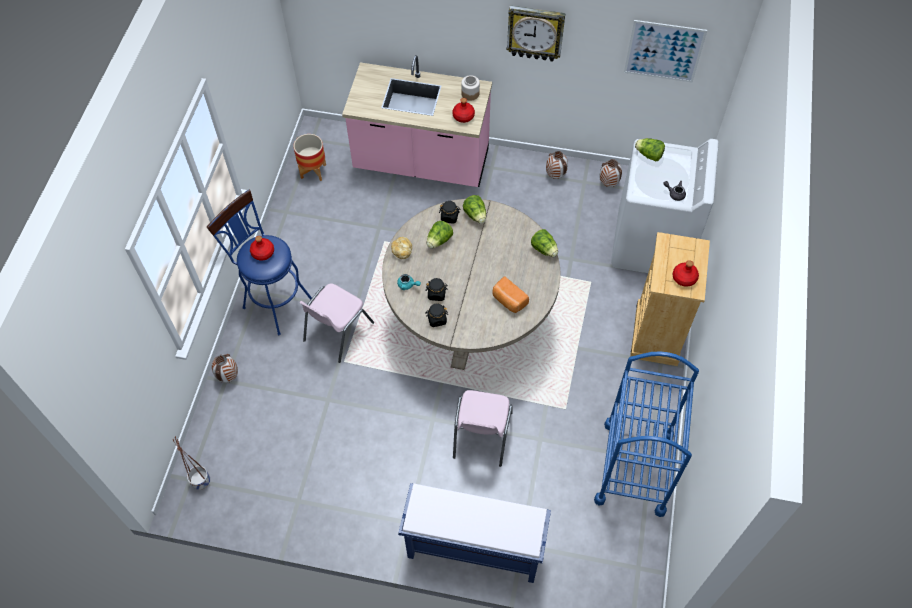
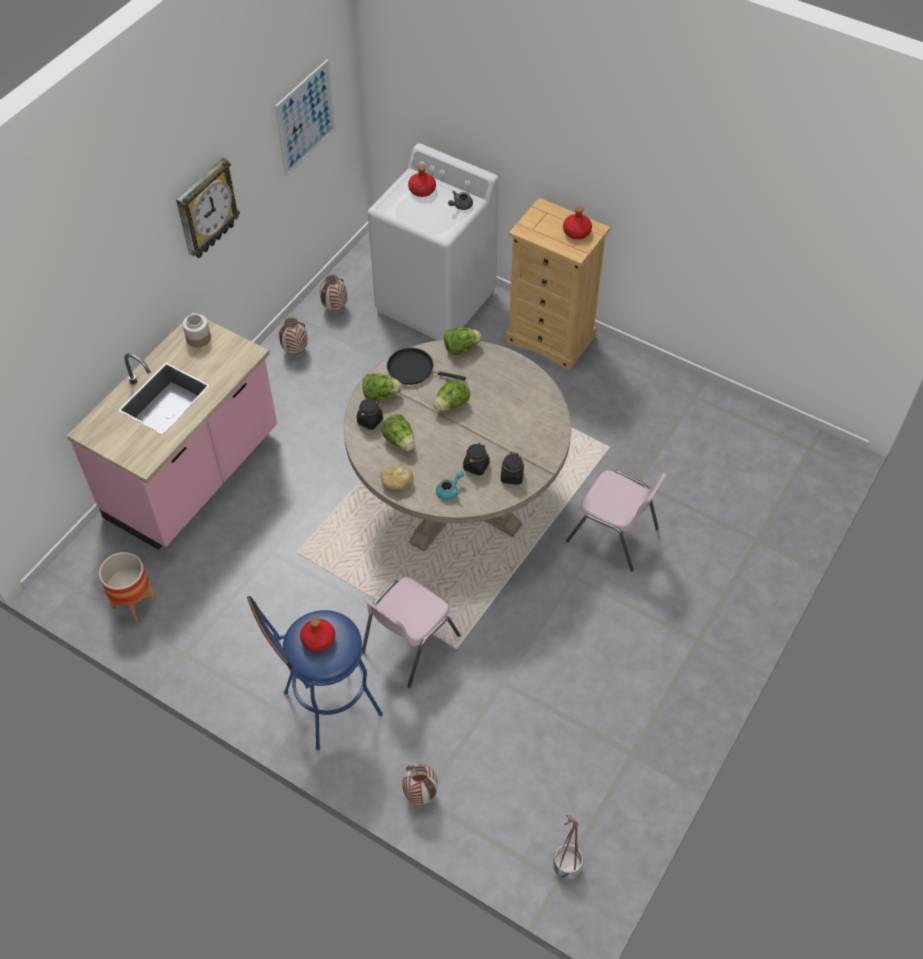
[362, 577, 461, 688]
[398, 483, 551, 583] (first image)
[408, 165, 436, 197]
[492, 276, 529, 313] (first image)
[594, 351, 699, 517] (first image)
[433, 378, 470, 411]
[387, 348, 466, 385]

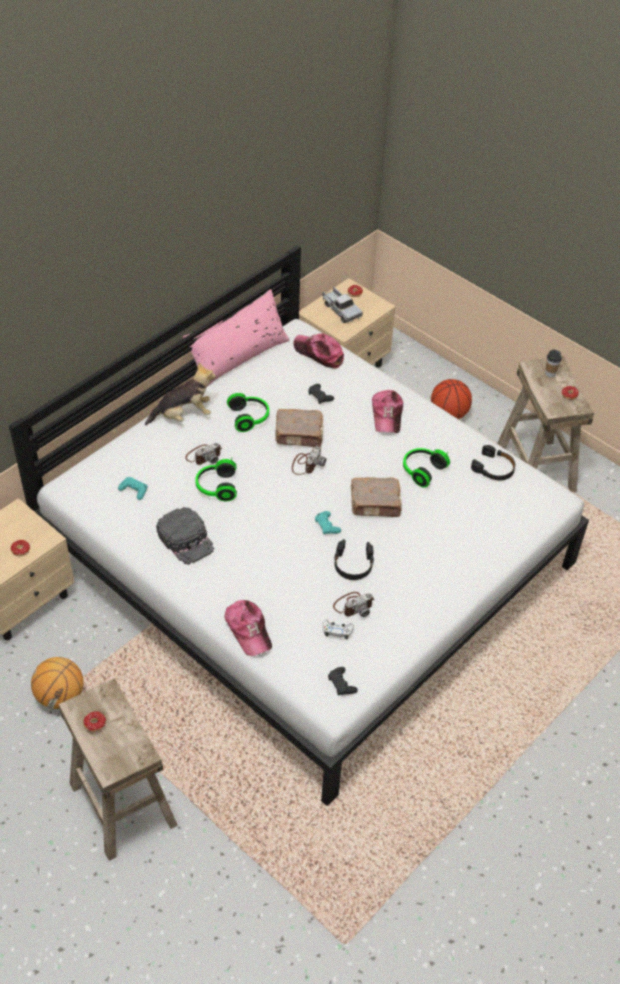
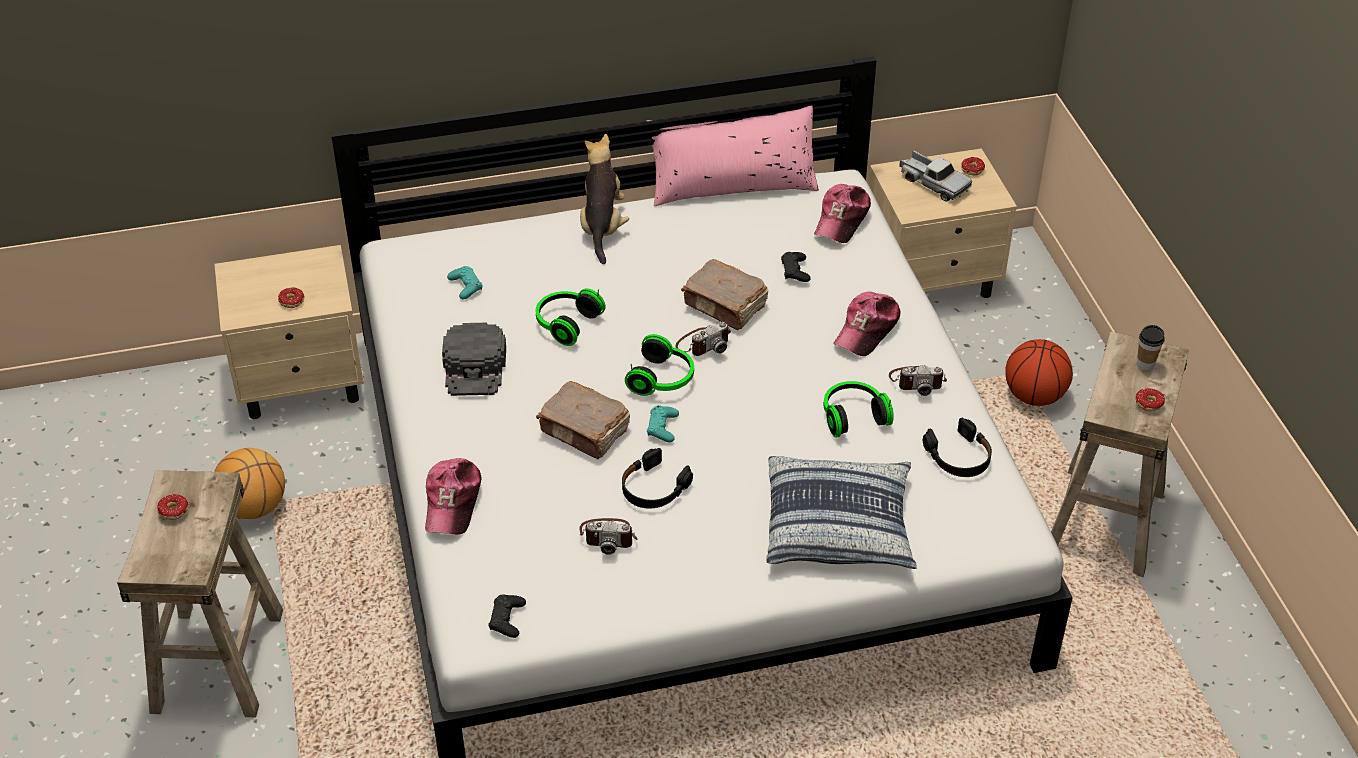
[580, 134, 629, 264]
[889, 365, 947, 396]
[625, 334, 694, 396]
[814, 184, 871, 243]
[899, 150, 972, 202]
[322, 620, 354, 639] (first image)
[536, 381, 630, 459]
[766, 456, 917, 569]

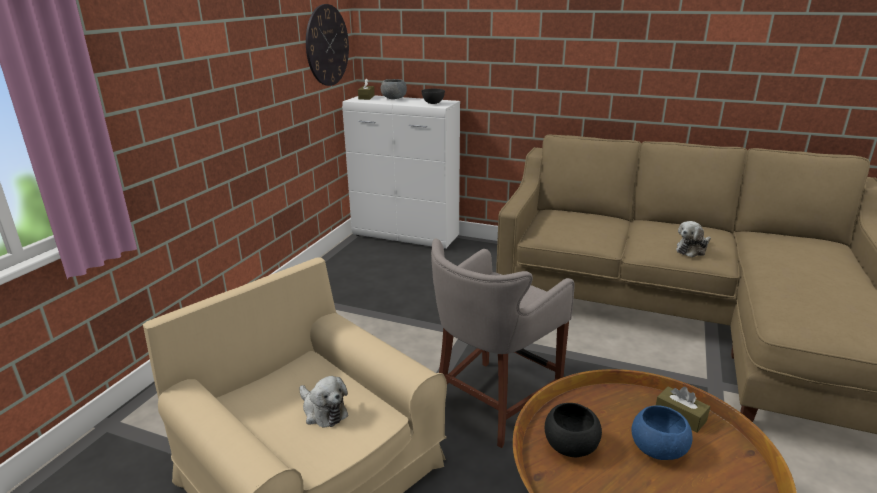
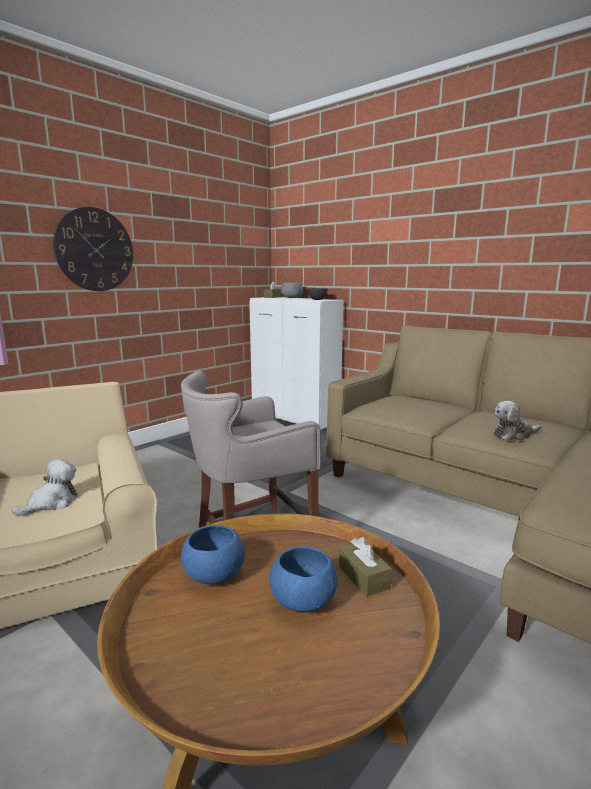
[12, 459, 77, 516]
[53, 207, 133, 291]
[181, 525, 245, 584]

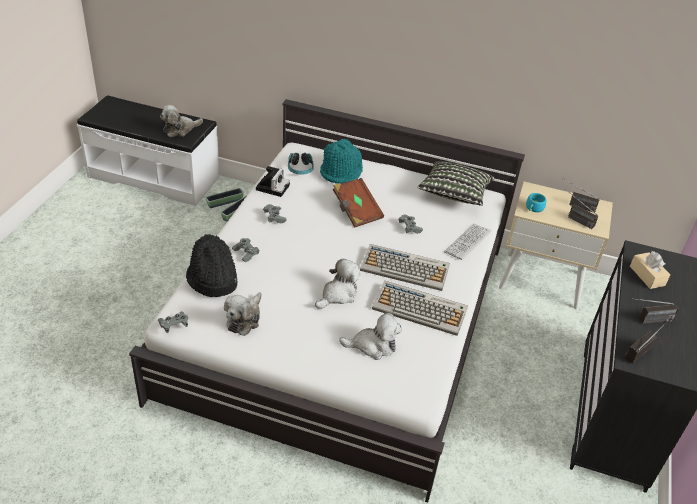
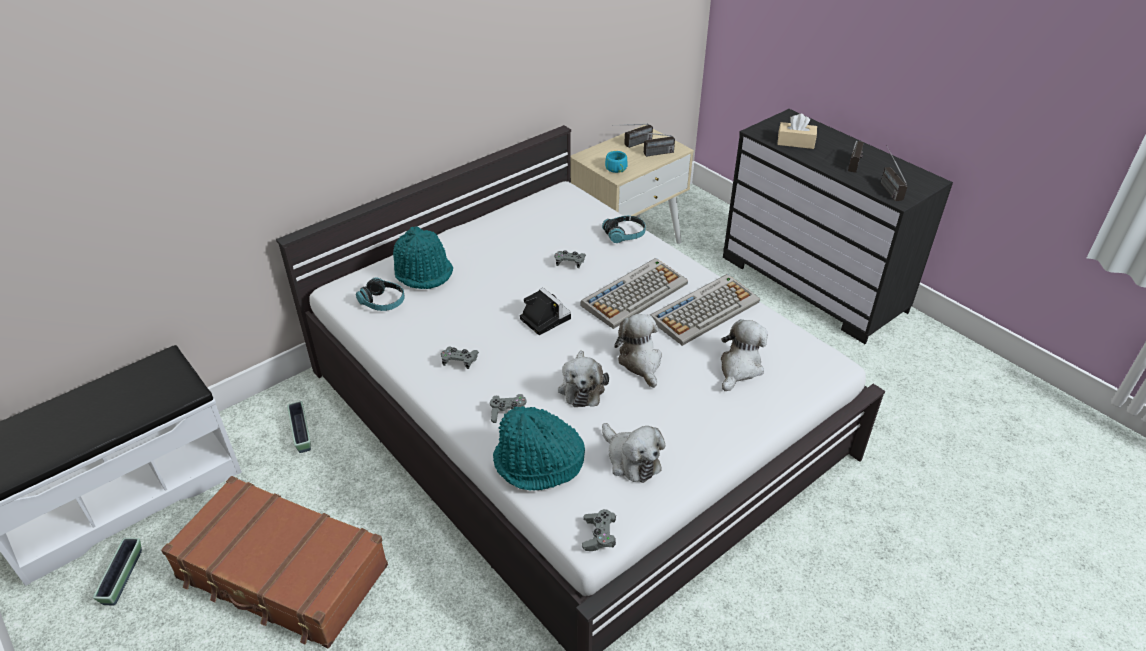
[558, 350, 609, 407]
[493, 406, 585, 490]
[93, 538, 142, 605]
[520, 288, 571, 335]
[333, 178, 384, 228] (first image)
[417, 161, 494, 206] (first image)
[602, 216, 646, 243]
[161, 476, 388, 648]

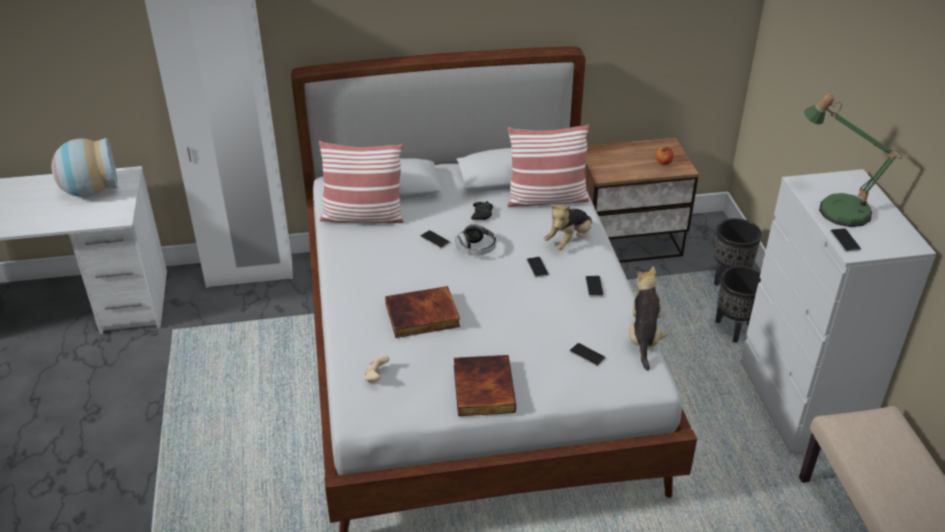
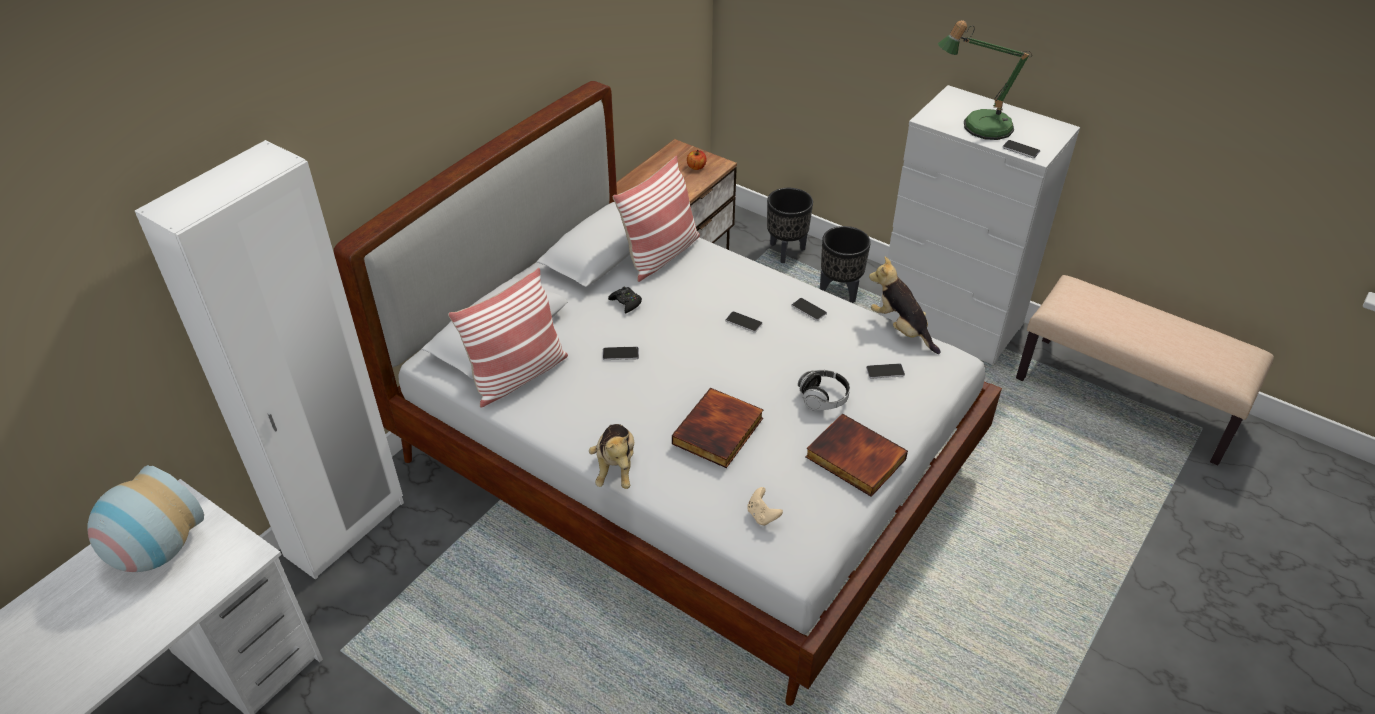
[798, 370, 850, 411]
[589, 424, 634, 489]

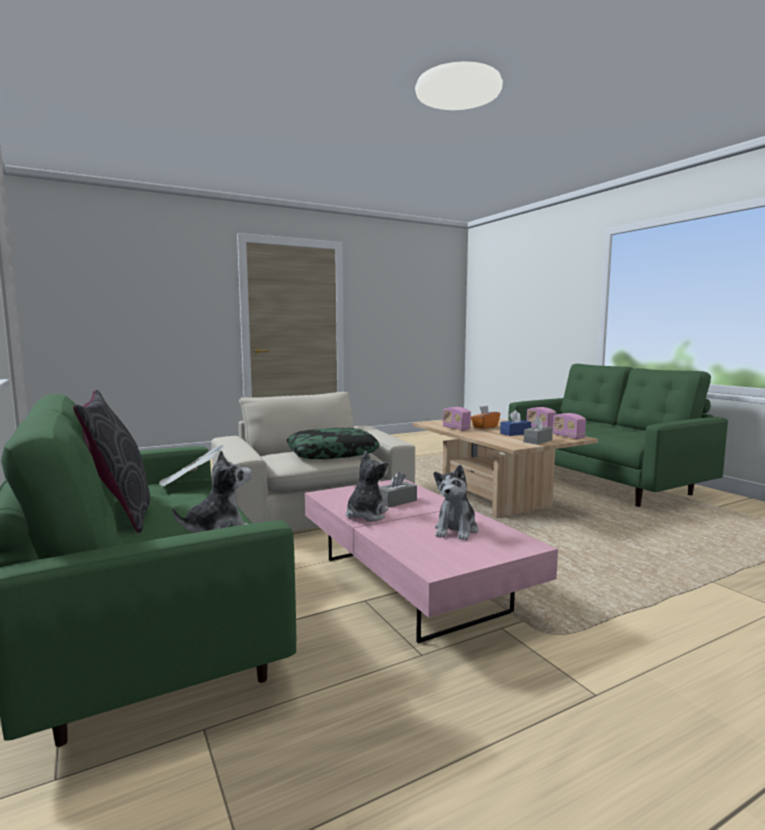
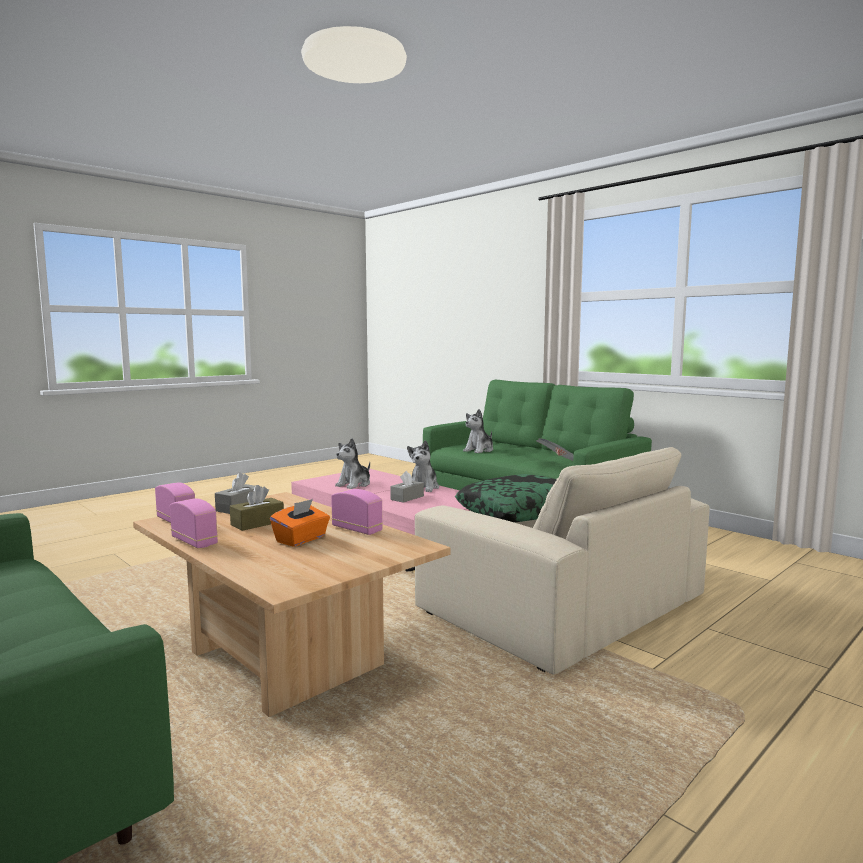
[73, 390, 151, 533] (first image)
[335, 438, 370, 489]
[230, 485, 284, 531]

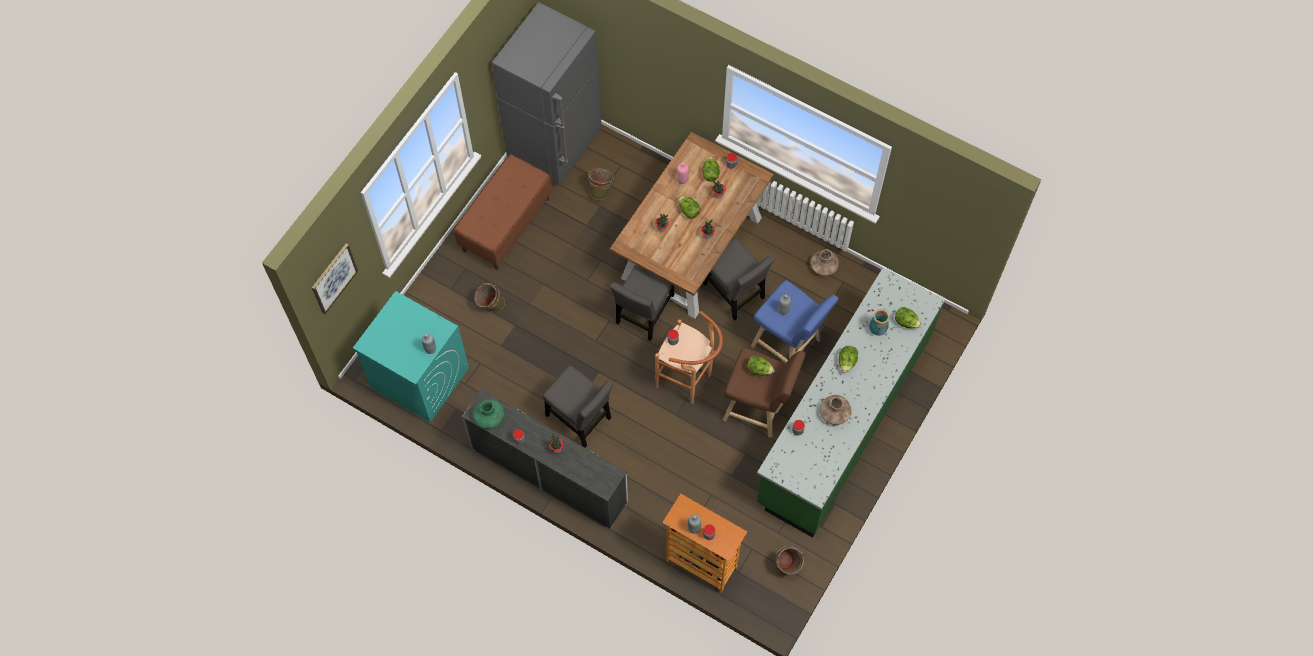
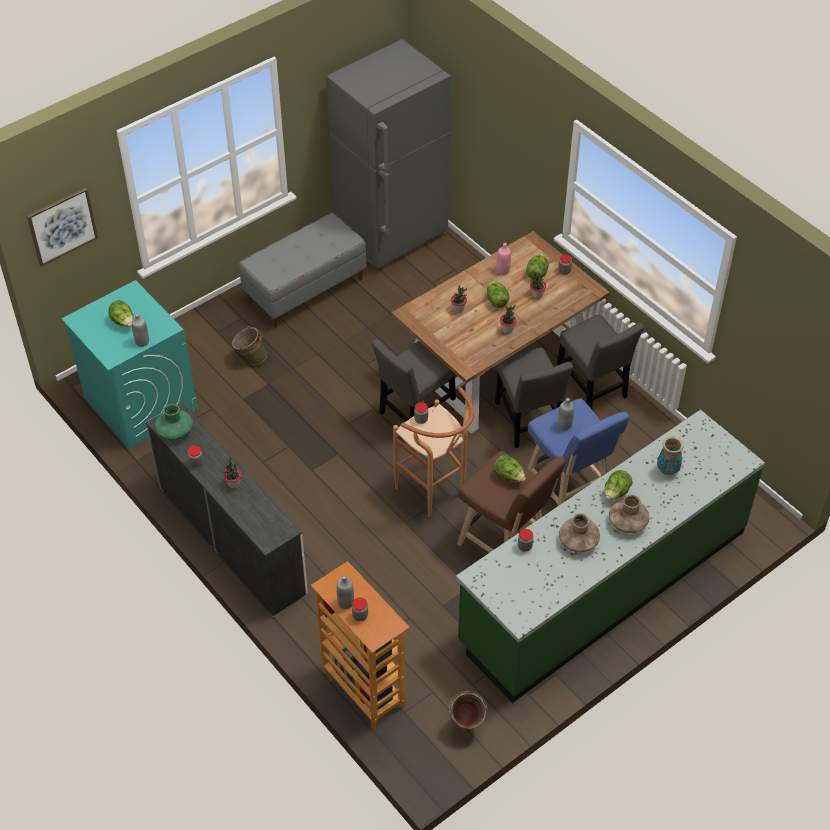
[239, 213, 366, 328]
[557, 314, 644, 409]
[588, 168, 614, 200] (first image)
[609, 495, 649, 533]
[108, 300, 134, 327]

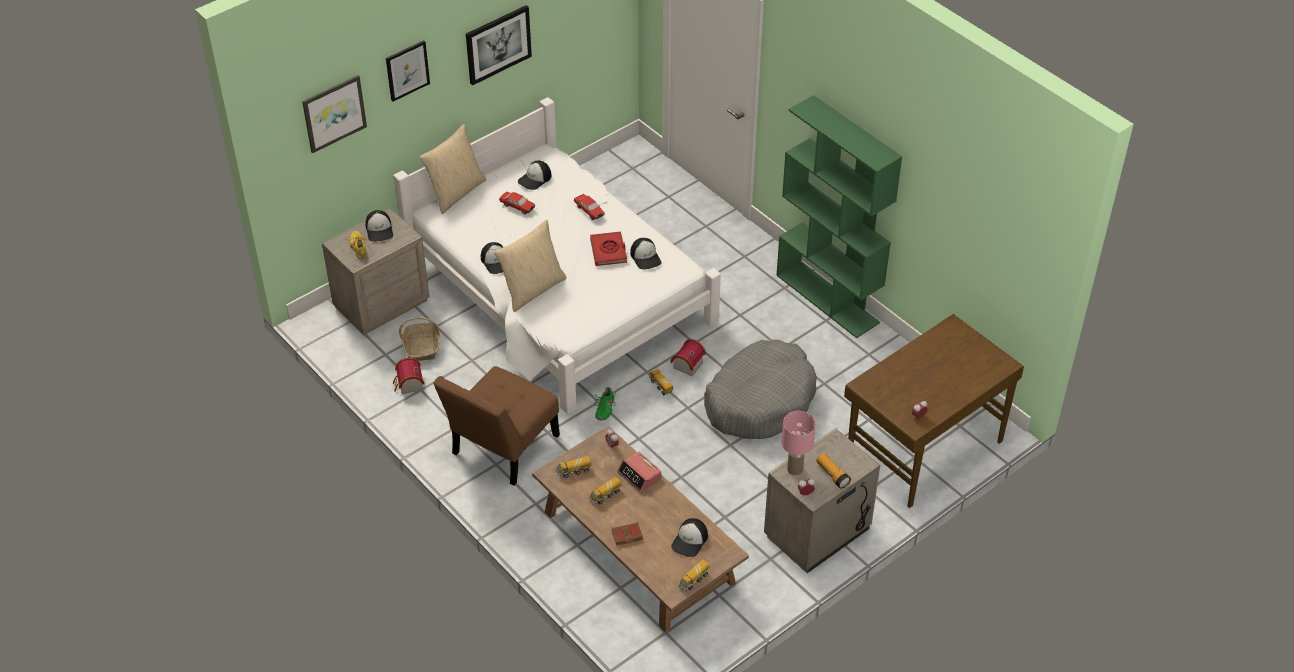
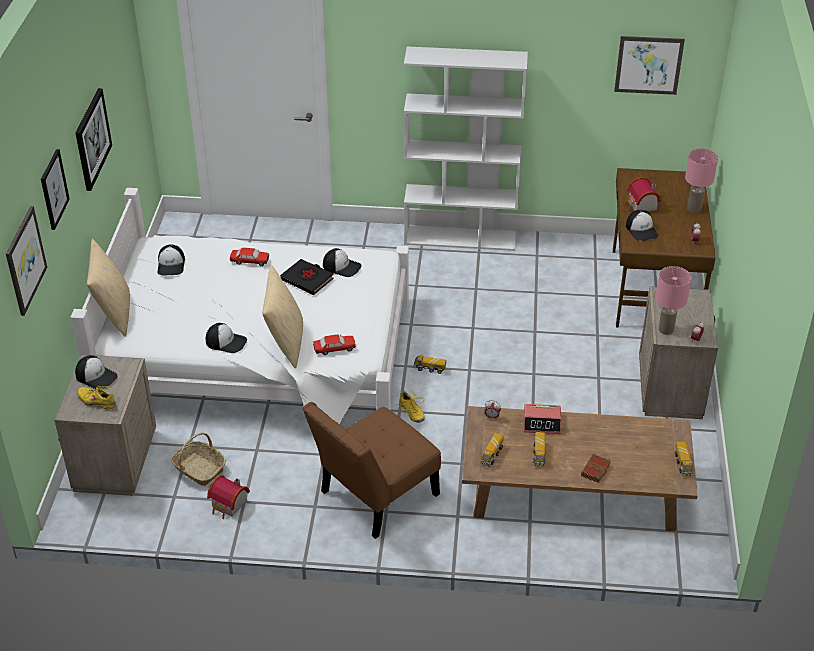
[303, 402, 441, 539]
[313, 334, 356, 355]
[280, 259, 334, 295]
[398, 391, 425, 423]
[624, 177, 661, 211]
[626, 210, 659, 241]
[704, 340, 817, 439] (first image)
[404, 46, 528, 251]
[817, 453, 851, 489] (first image)
[614, 36, 685, 95]
[685, 148, 718, 213]

